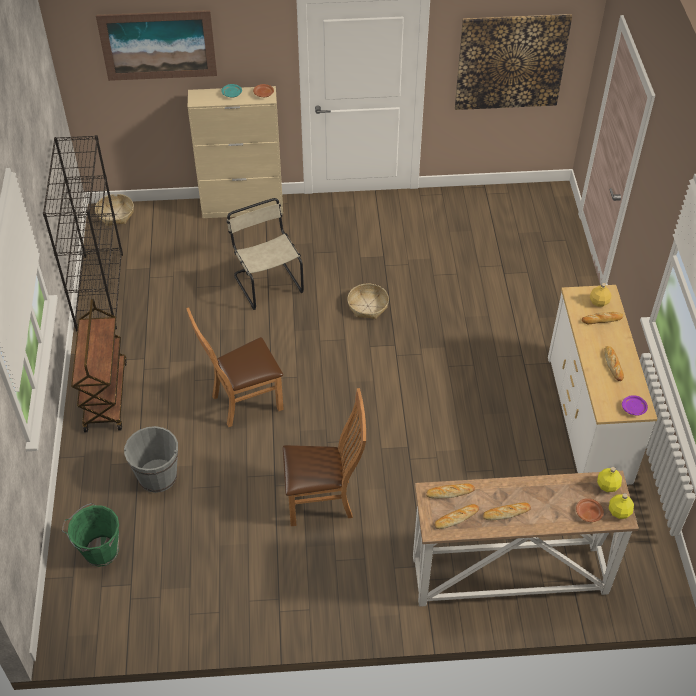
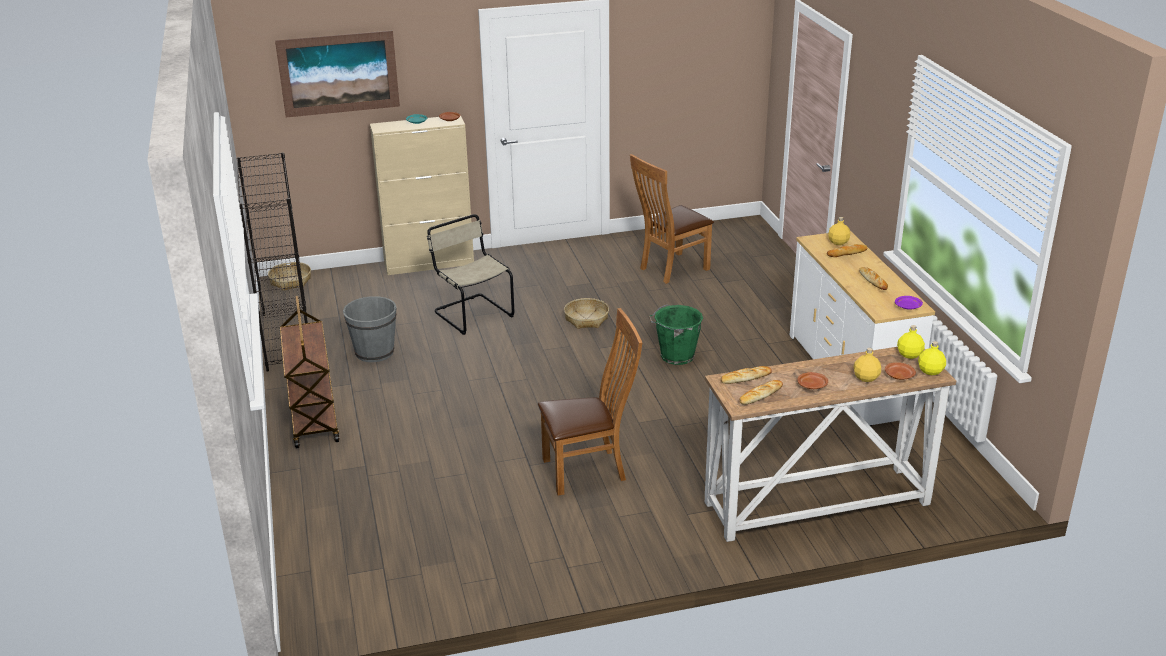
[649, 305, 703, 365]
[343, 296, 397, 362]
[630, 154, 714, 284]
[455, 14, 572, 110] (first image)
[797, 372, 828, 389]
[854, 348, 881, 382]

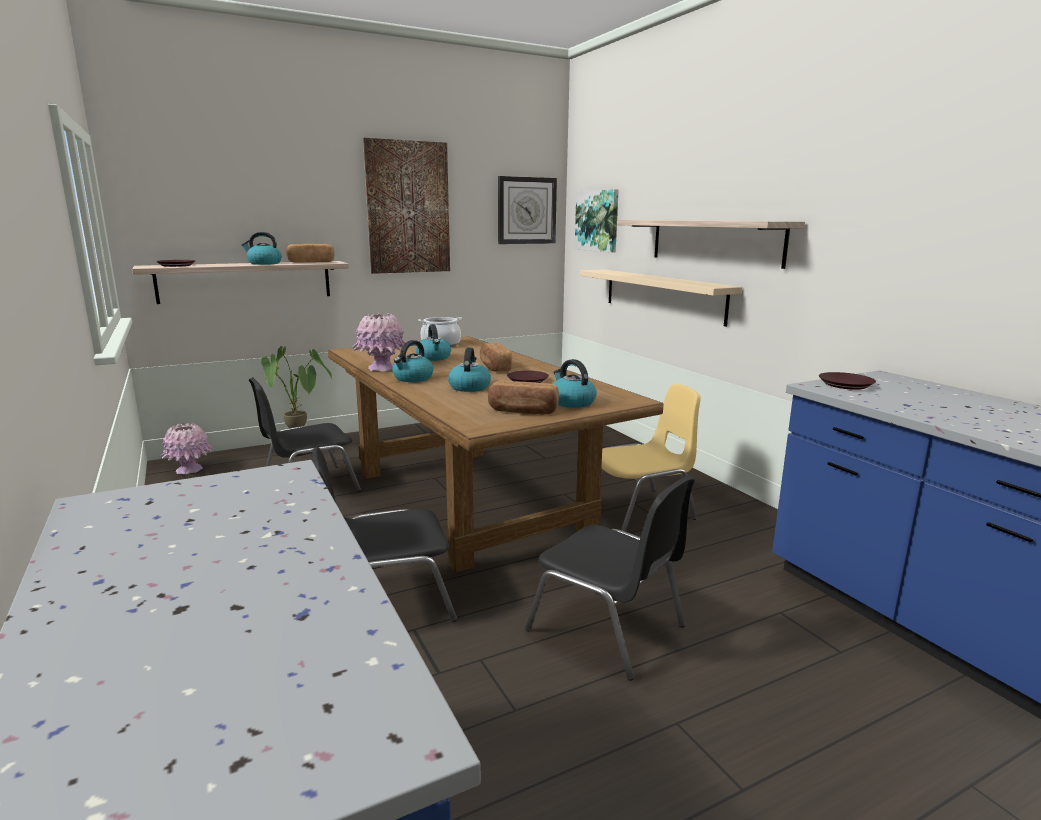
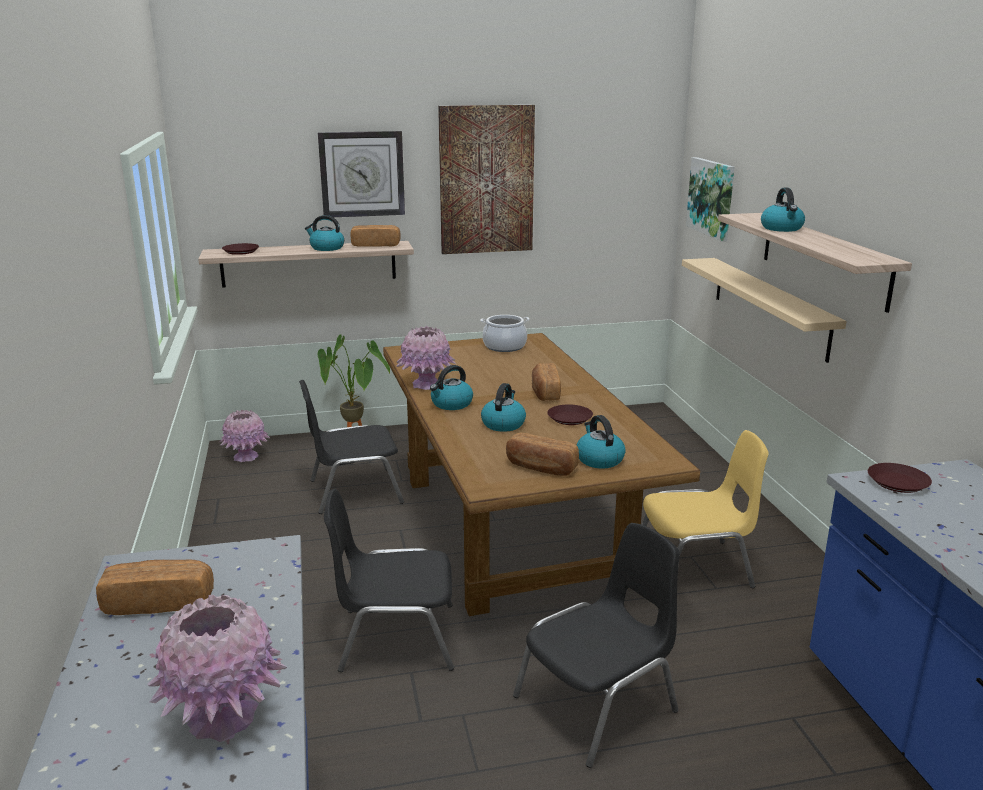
[761, 188, 805, 232]
[318, 131, 405, 217]
[513, 523, 680, 768]
[96, 559, 214, 615]
[147, 595, 287, 742]

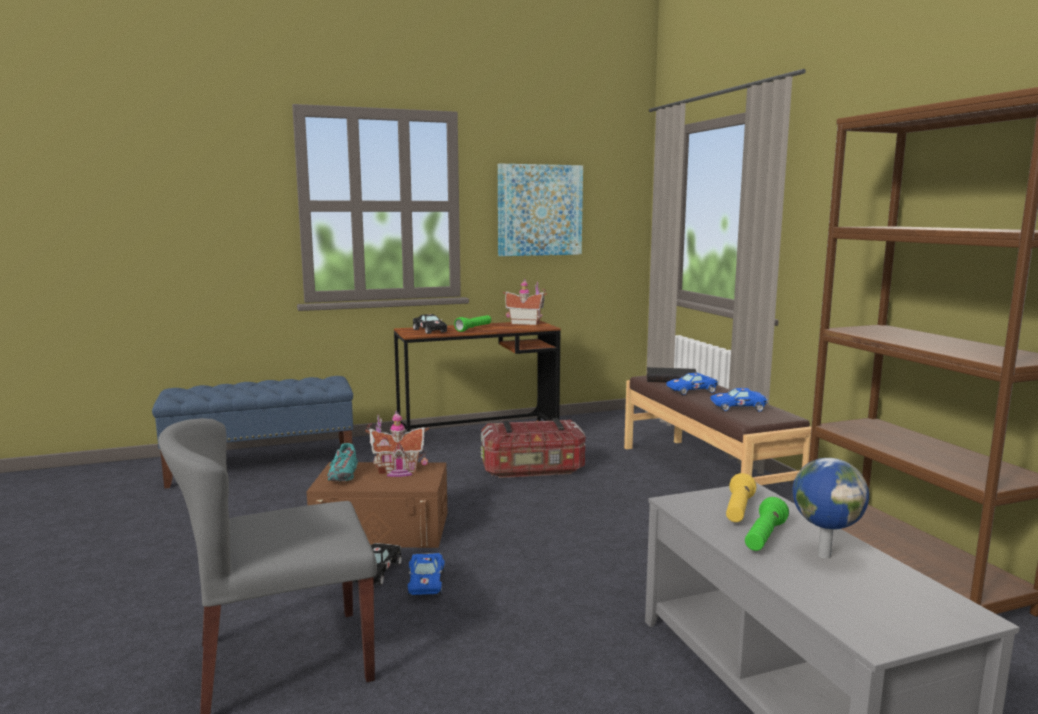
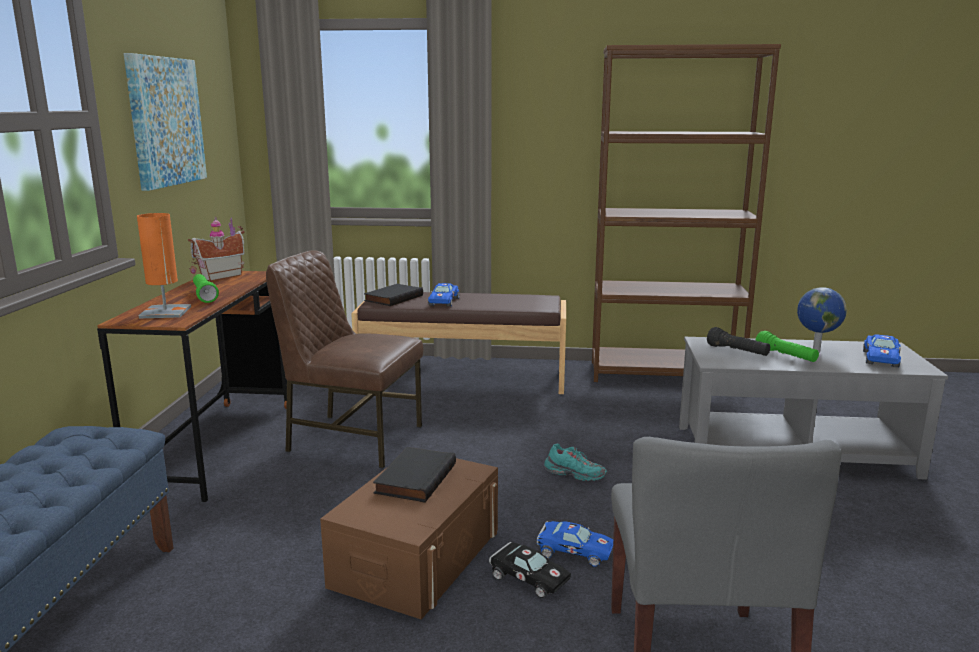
[544, 444, 607, 481]
[373, 447, 456, 503]
[137, 213, 191, 319]
[266, 250, 423, 468]
[863, 334, 901, 367]
[707, 327, 770, 356]

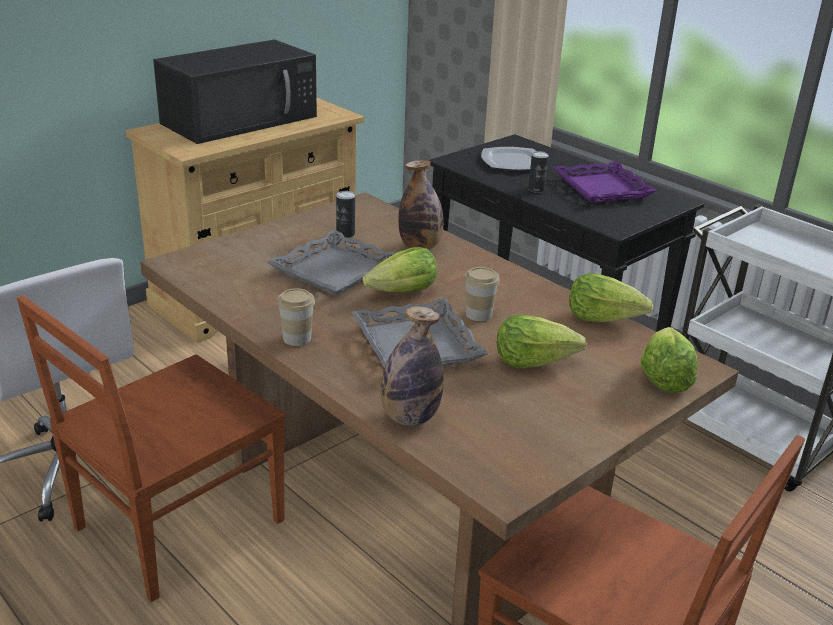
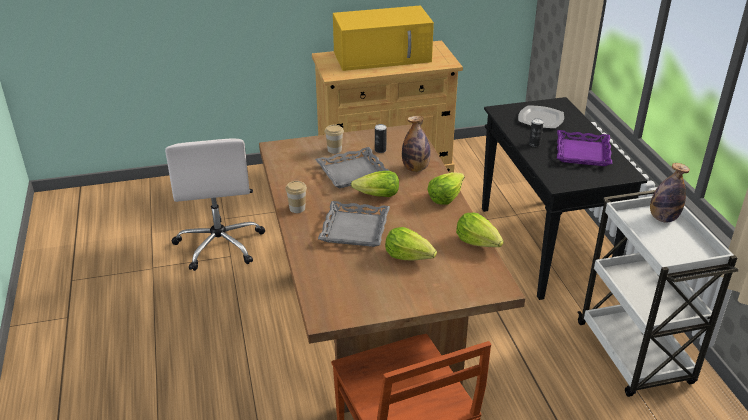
[17, 296, 286, 602] (first image)
[333, 5, 434, 71]
[650, 163, 690, 223]
[325, 124, 344, 154]
[428, 172, 465, 205]

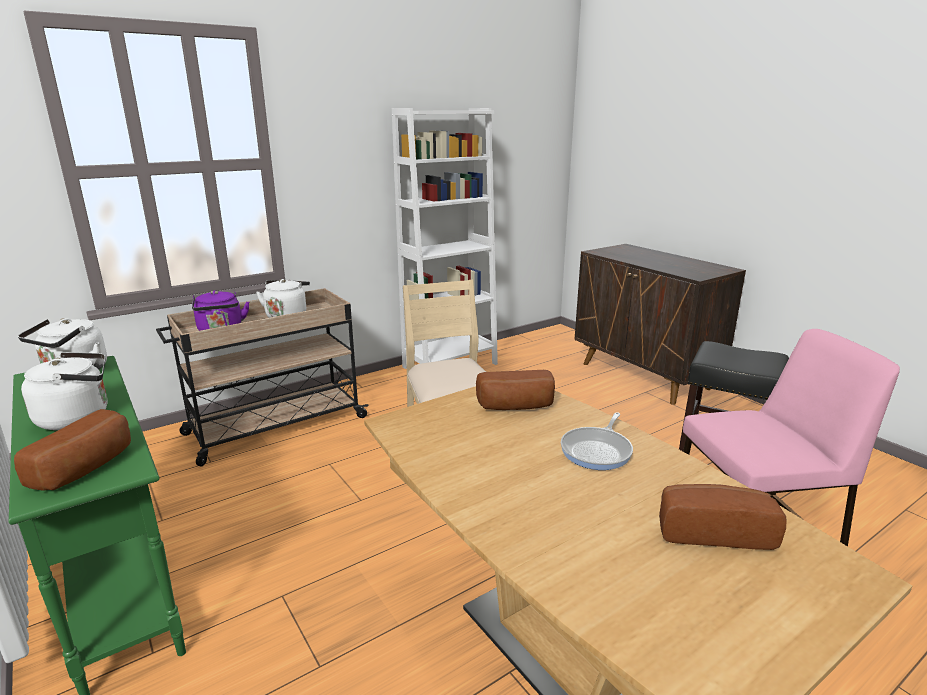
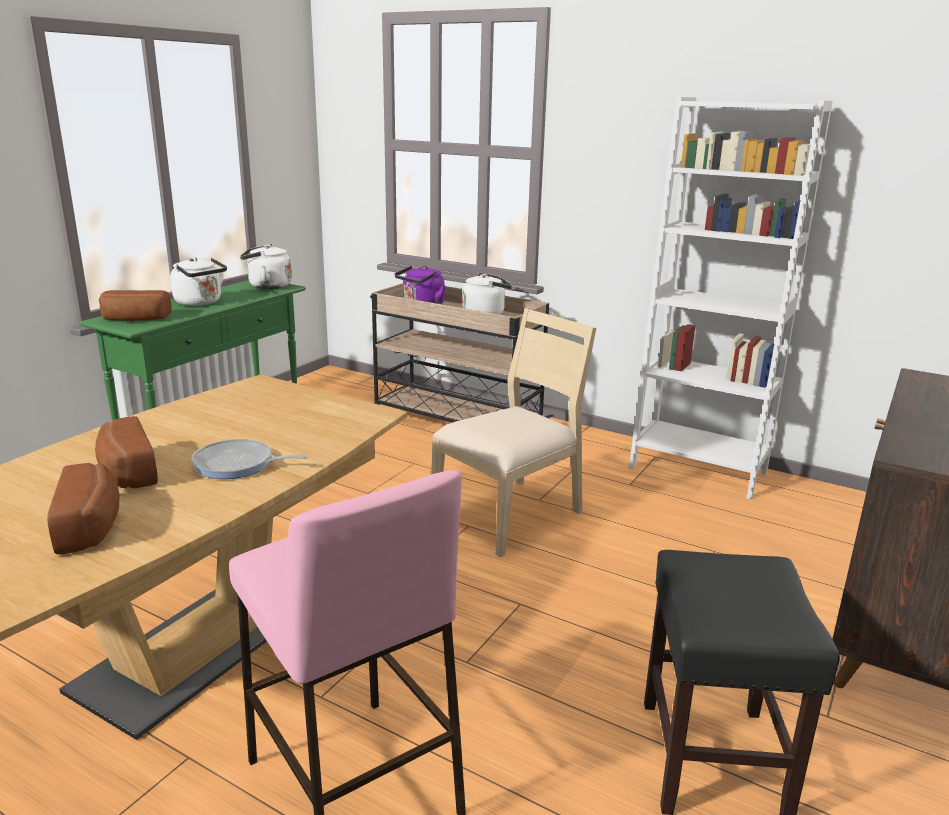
[95, 416, 158, 488]

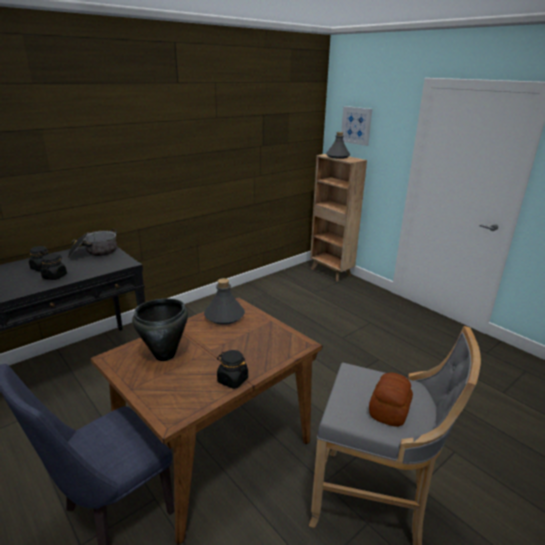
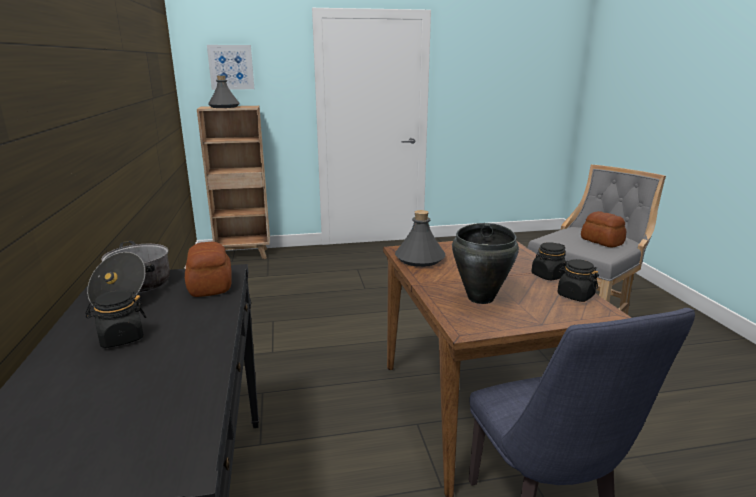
[557, 259, 599, 302]
[185, 242, 232, 297]

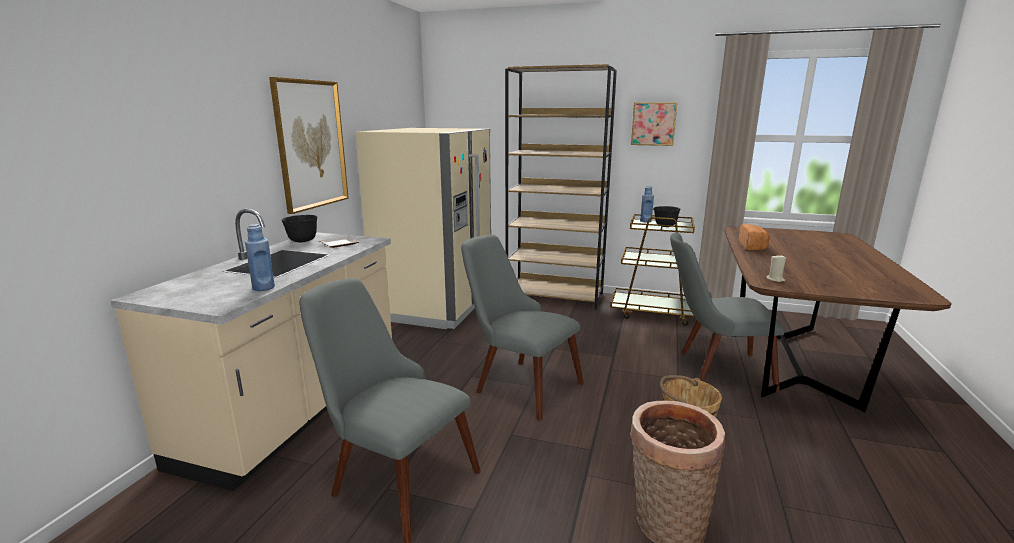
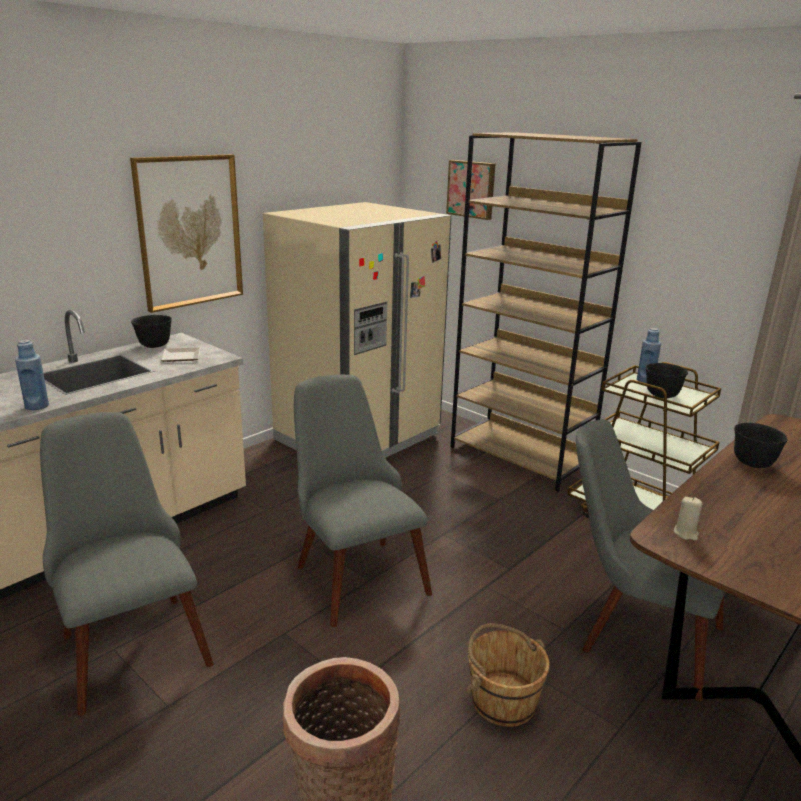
[446, 160, 495, 220]
[734, 423, 788, 468]

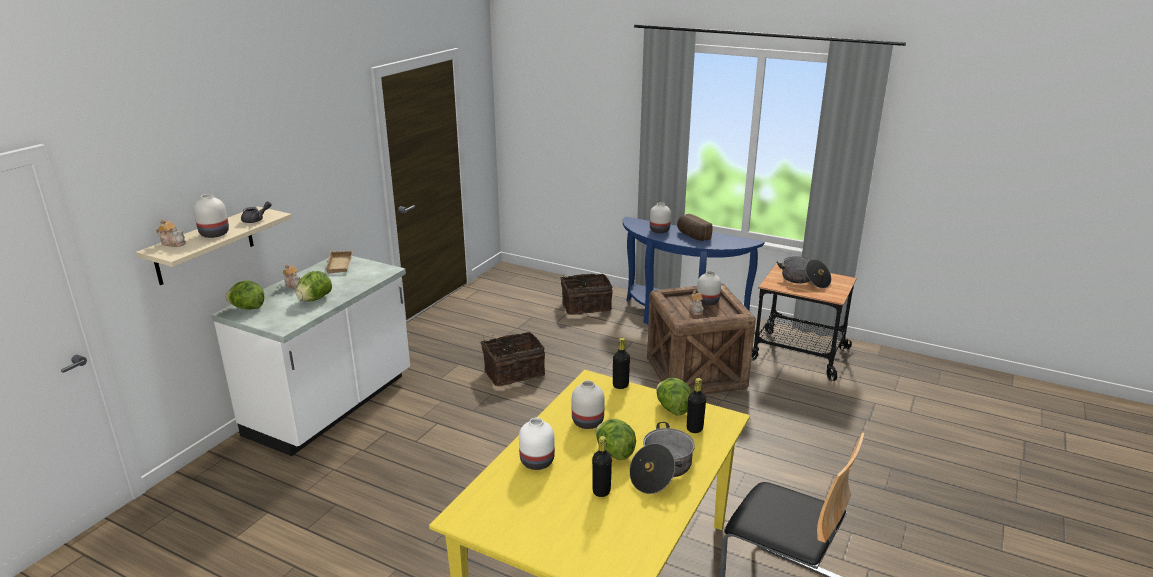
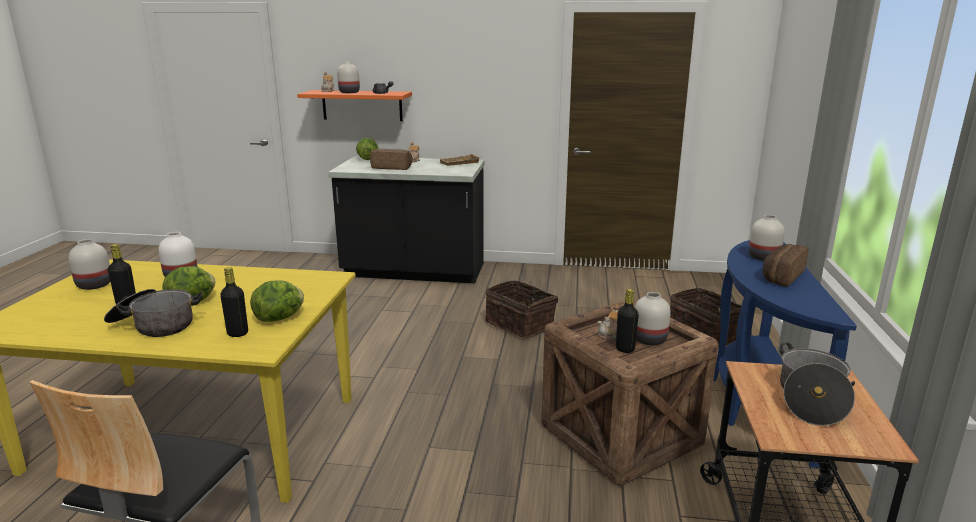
[297, 90, 412, 121]
[328, 156, 484, 283]
[370, 149, 413, 170]
[68, 239, 110, 290]
[616, 289, 639, 353]

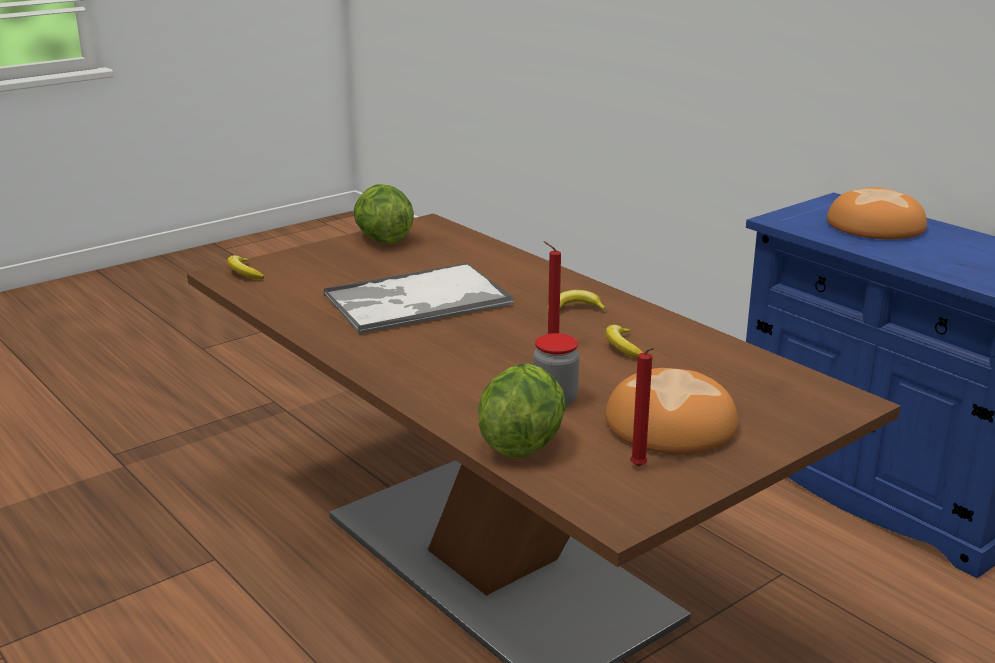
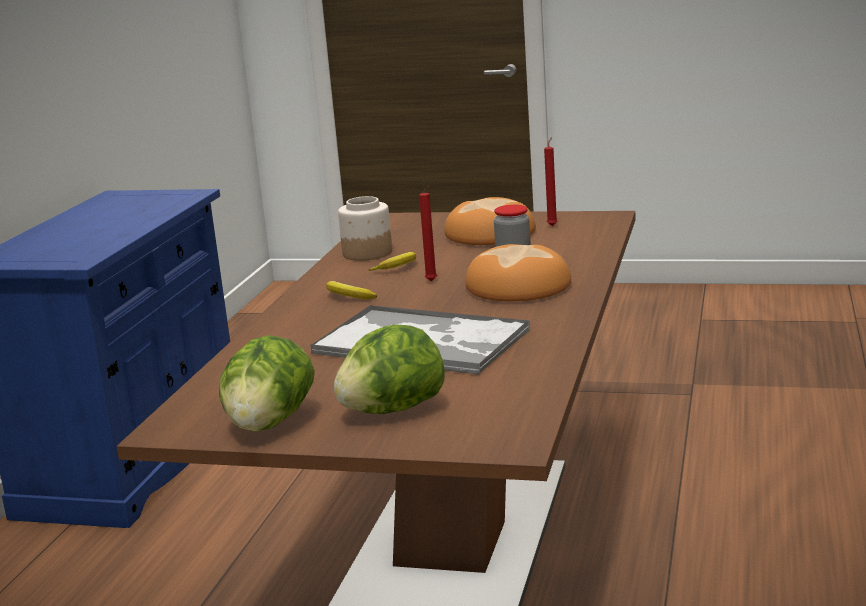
[227, 255, 264, 279] (first image)
[334, 324, 445, 414]
[466, 244, 571, 302]
[338, 196, 392, 261]

